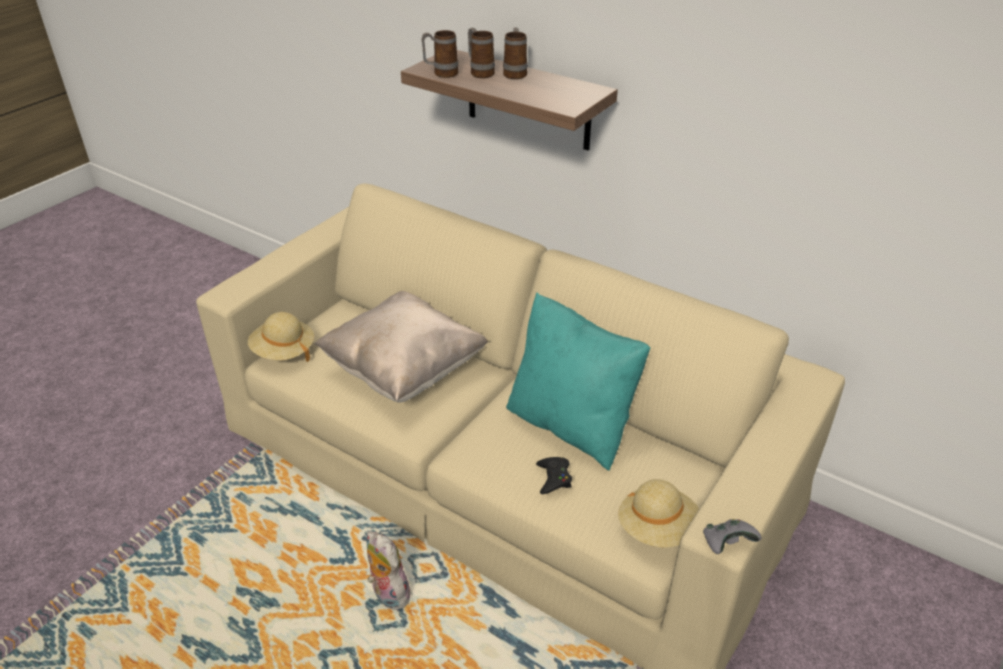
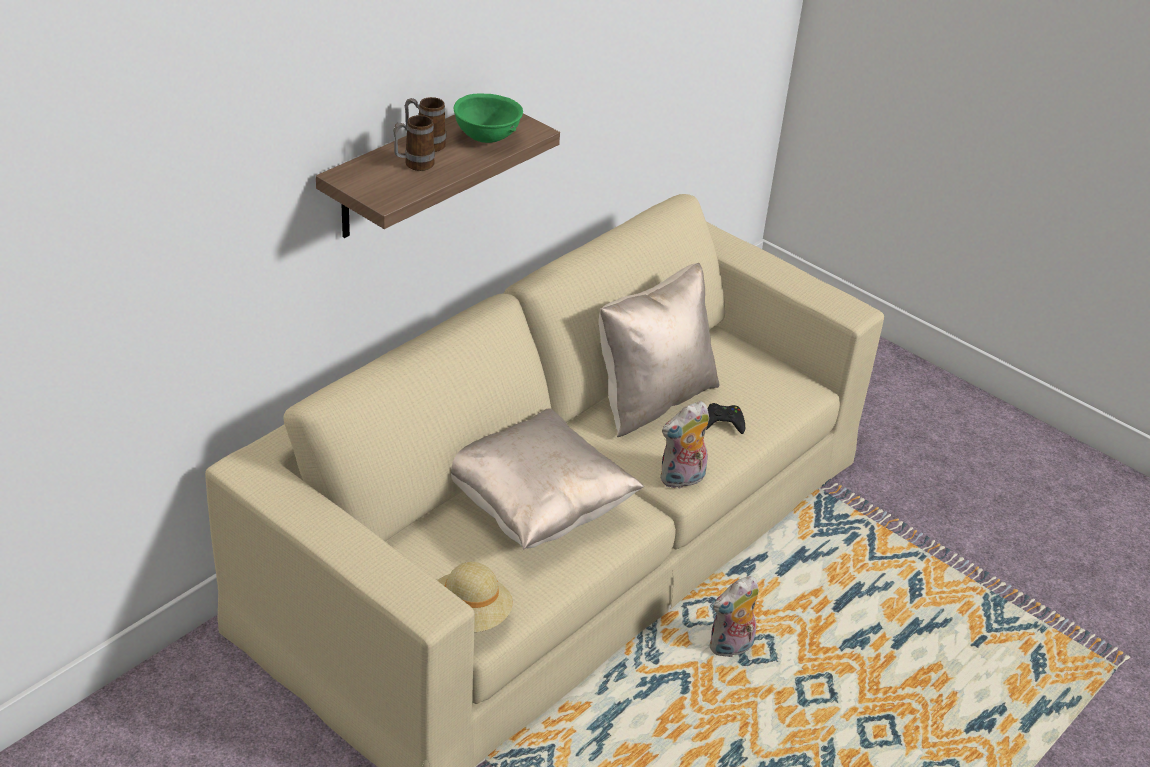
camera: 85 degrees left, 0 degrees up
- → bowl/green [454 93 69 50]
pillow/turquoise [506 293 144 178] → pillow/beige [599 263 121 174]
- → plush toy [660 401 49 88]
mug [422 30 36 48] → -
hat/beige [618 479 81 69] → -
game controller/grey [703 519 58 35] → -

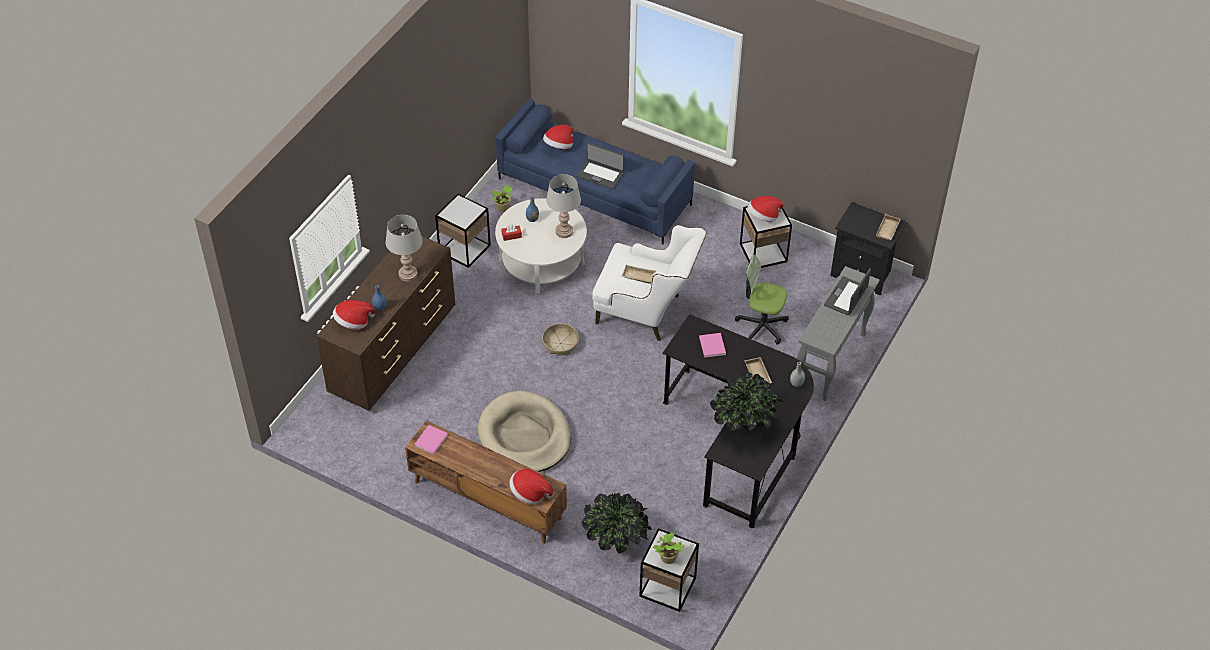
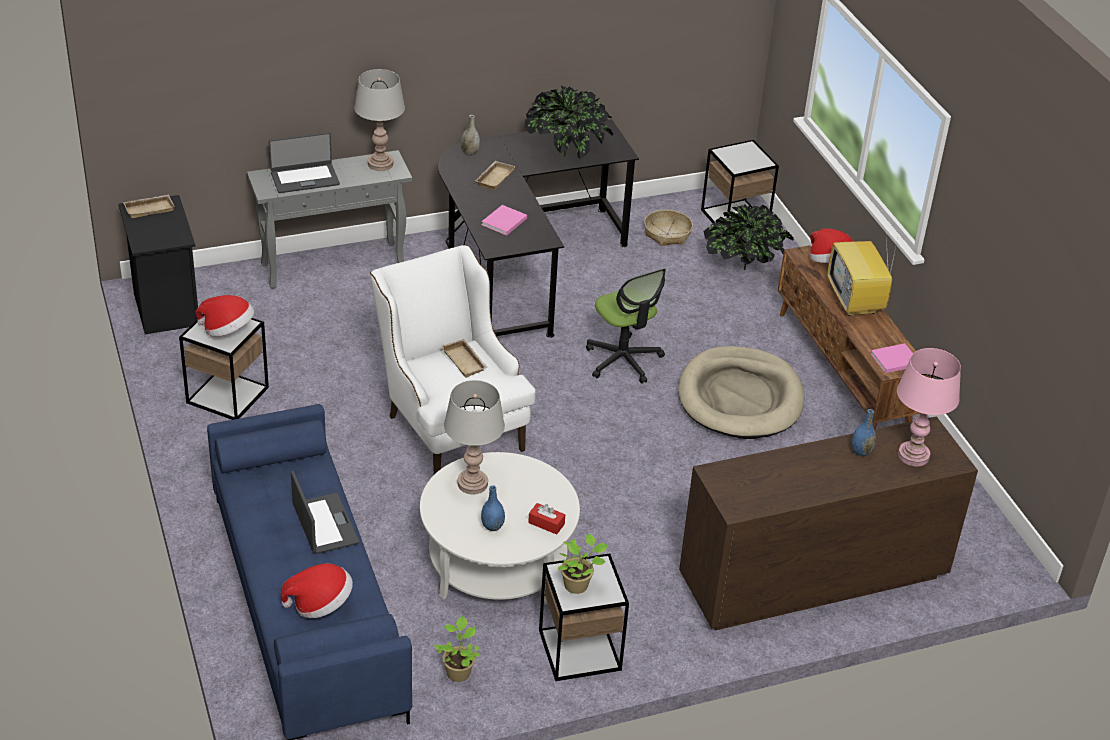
camera: 140 degrees left, 10 degrees down
table lamp/grey [386 215 37 67] → table lamp/grey [354 69 51 102], relocated
potted plant [653 532 32 32] → potted plant [558 534 50 60], relocated
office chair [735 255 54 90] → office chair [586 268 80 116], relocated
basket [542 323 37 33] → basket [644 209 49 37], relocated
- → television [827 238 71 78]
hat [333 300 42 29] → table lamp/pink [897 348 64 118]

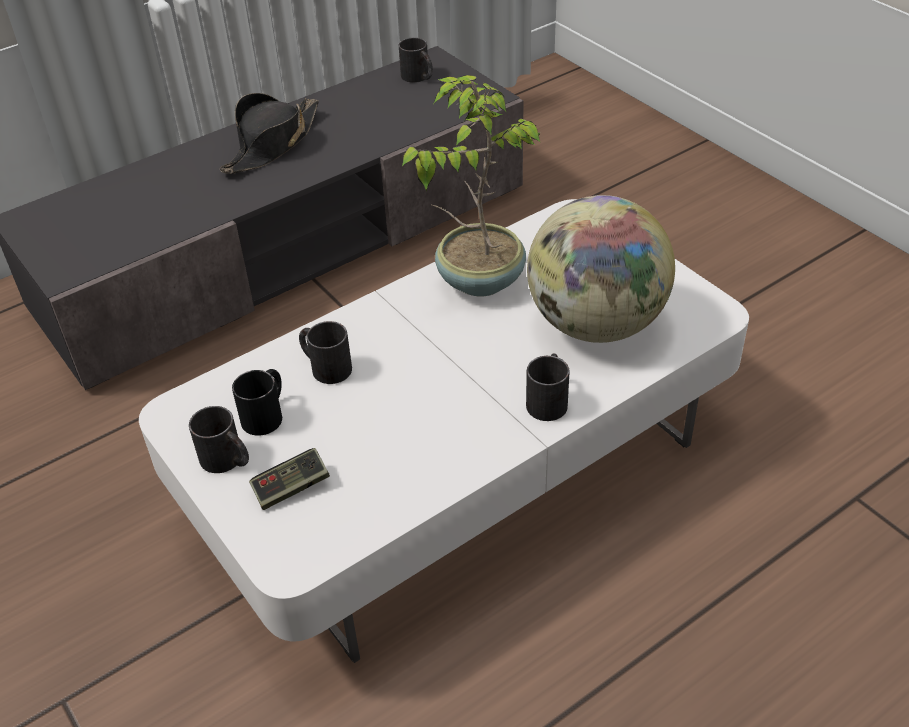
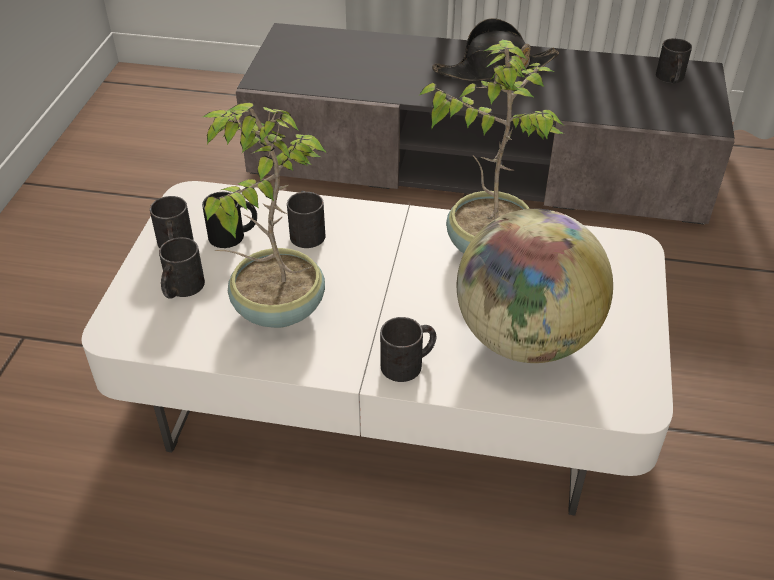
camera: 45 degrees right, 0 degrees up
game controller [249 448 81 62] → mug/black [159 237 46 62]
- → potted plant [203 102 124 226]

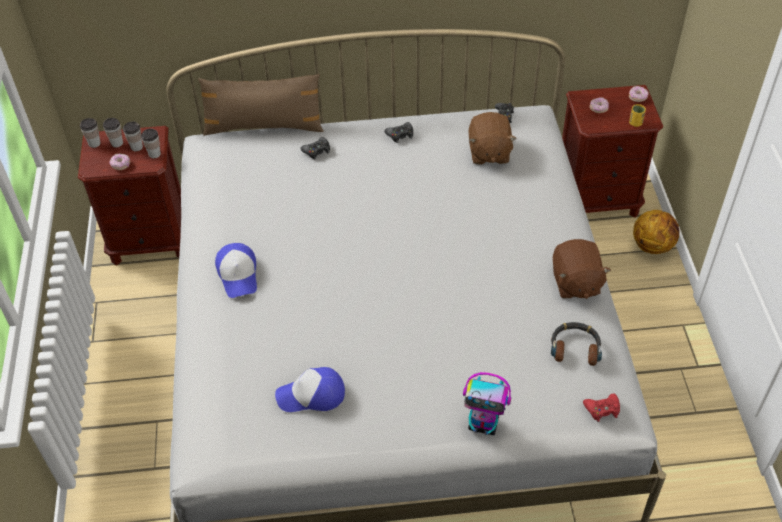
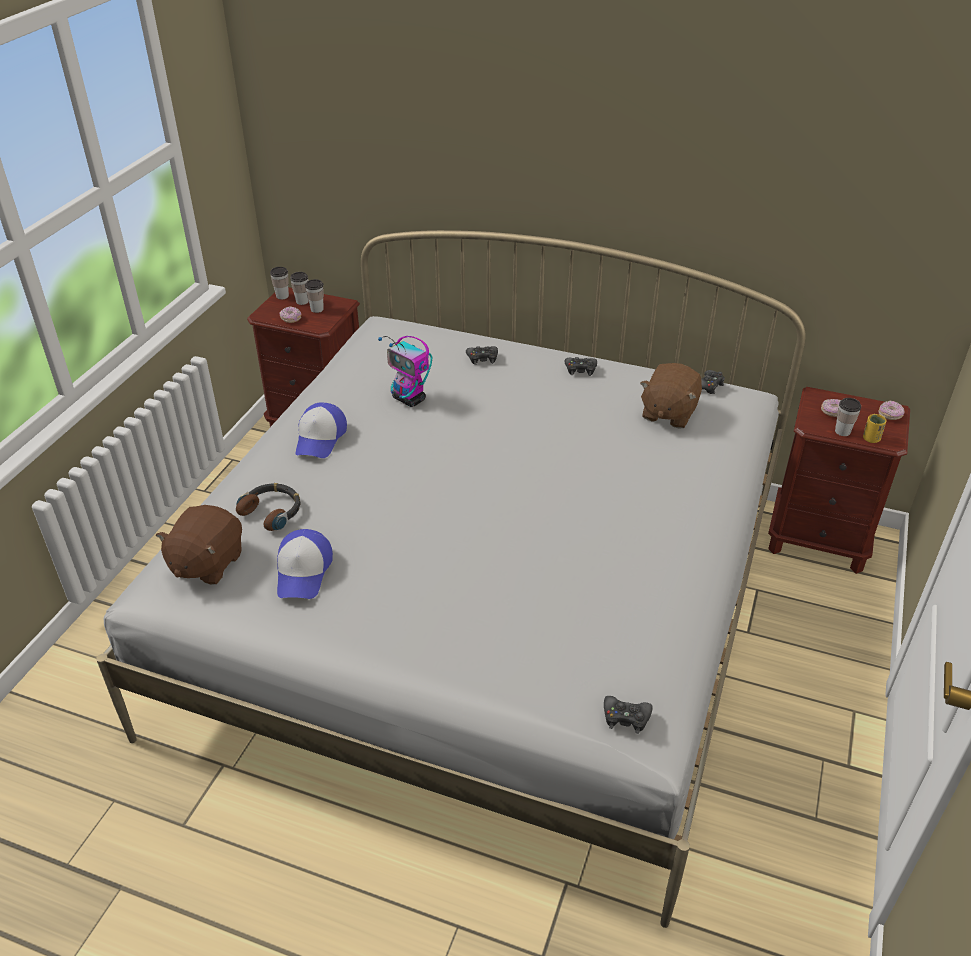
camera: 25 degrees right, 10 degrees down
plush toy/brown [553 239 58 60] → plush toy/brown [156 505 86 80], relocated
headphones [551 322 51 44] → headphones [236 483 65 48], relocated
cap [275 367 70 45] → cap [277 529 56 70], 105 degrees counterclockwise
toy robot [463 372 48 63] → toy robot [378 336 54 71], relocated
game controller/red [583 394 37 28] → game controller/black [604 696 48 38]
cup [141 128 20 30] → cup [835 398 26 38], relocated
pillow/brown [198 74 126 62] → -
basketball [633 210 46 44] → -

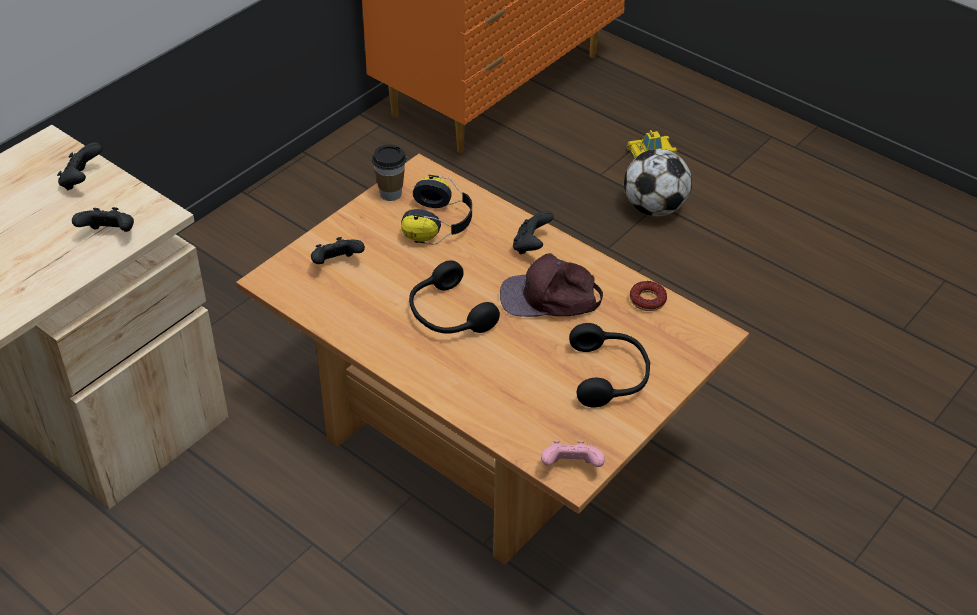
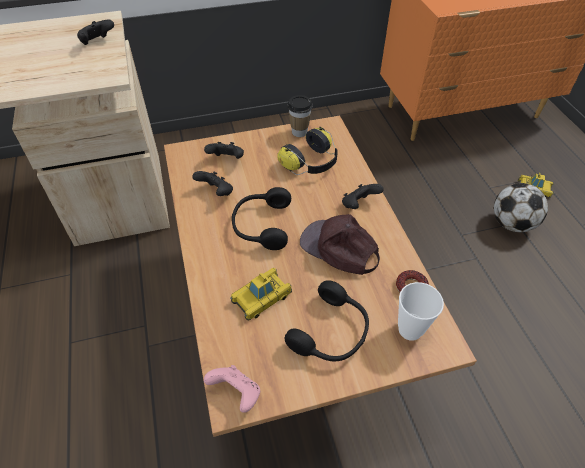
camera: 35 degrees right, 5 degrees up
game controller/black [72 207 62 25] → game controller/black [192 171 41 25], relocated
- → toy car [230 268 62 53]
- → cup [398 282 46 59]

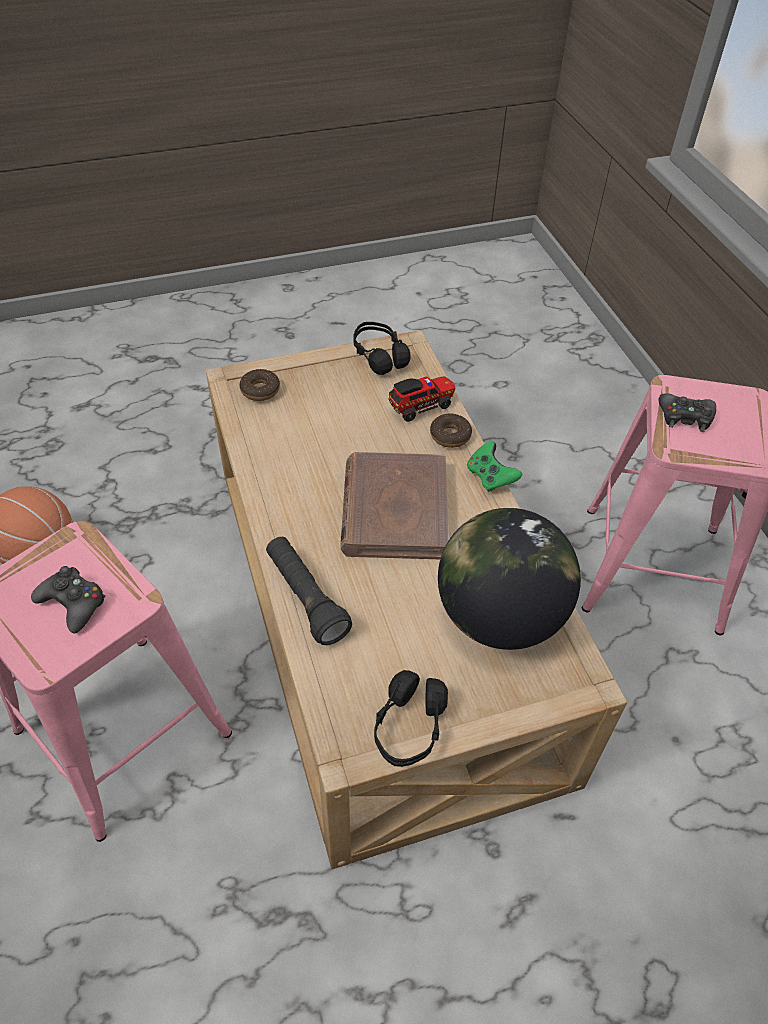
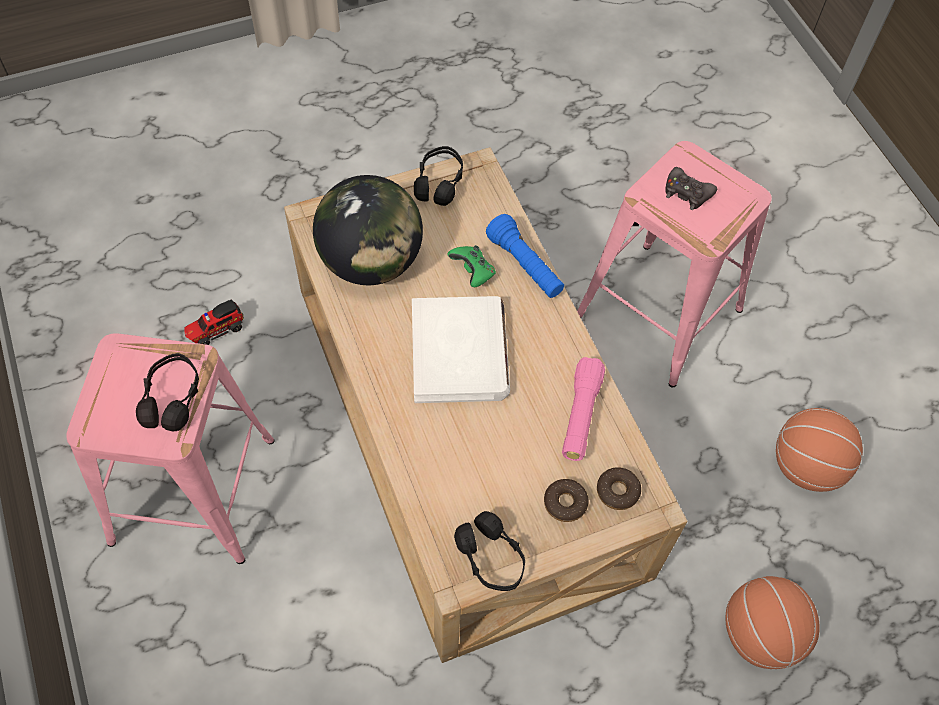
camera: 175 degrees right, 10 degrees up
game controller/black [659 393 57 39] → headphones/black [136 353 63 79]
toy truck [389 376 66 46] → toy truck [184 300 60 45], relocated
book/brown [340 452 109 107] → book/white [412 296 98 107]
game controller/green [467 441 55 51] → game controller/green [448 245 48 42], relocated
flashlight/black [266 537 86 108] → flashlight/blue [486 214 78 84]
donut [430 414 42 34] → donut [544 479 45 43], relocated
- → flashlight/pink [562 357 43 104]
- → basketball [725 576 95 93]

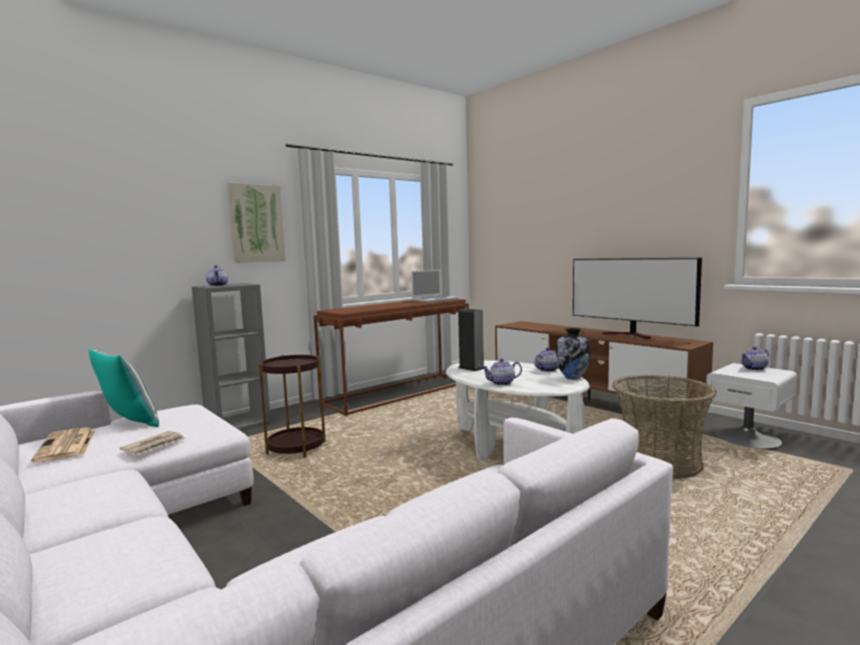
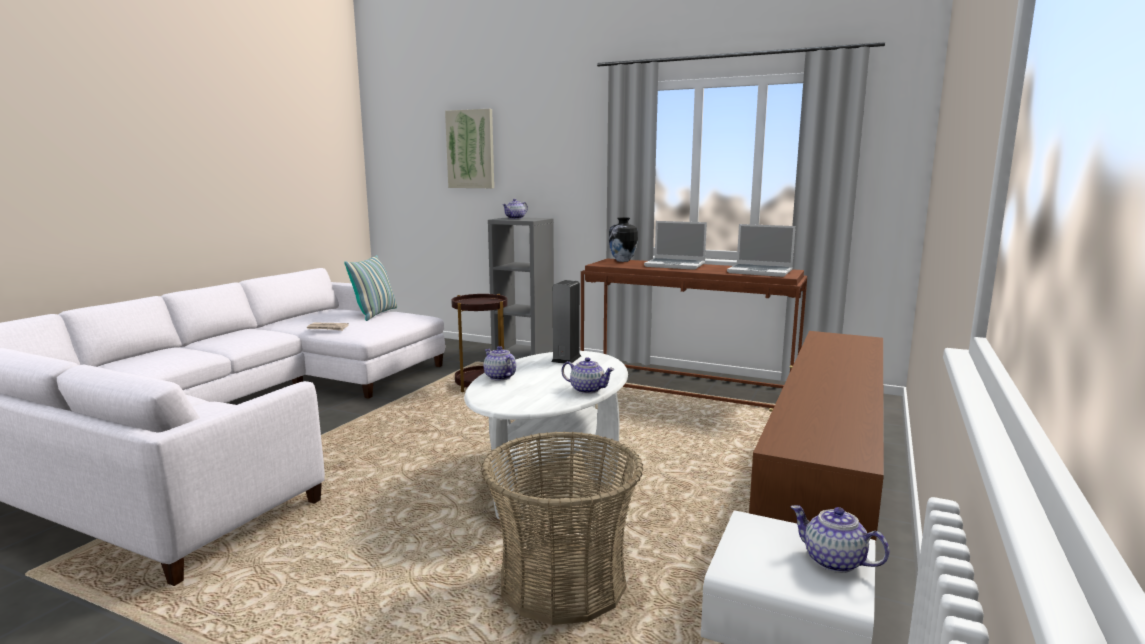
camera: 65 degrees right, 5 degrees up
picture [227 183 59 80] → picture [445 109 49 79], relocated
vase [556 328 34 51] → vase [609 217 29 45], relocated
- → laptop [644 221 63 49]
newspaper [31 427 64 35] → -
television [573 258 129 81] → -

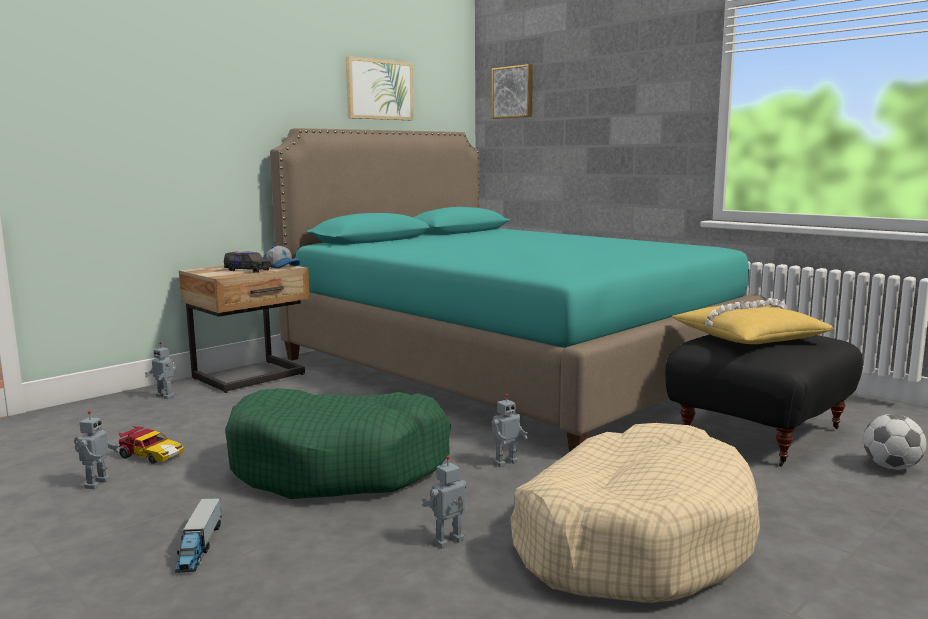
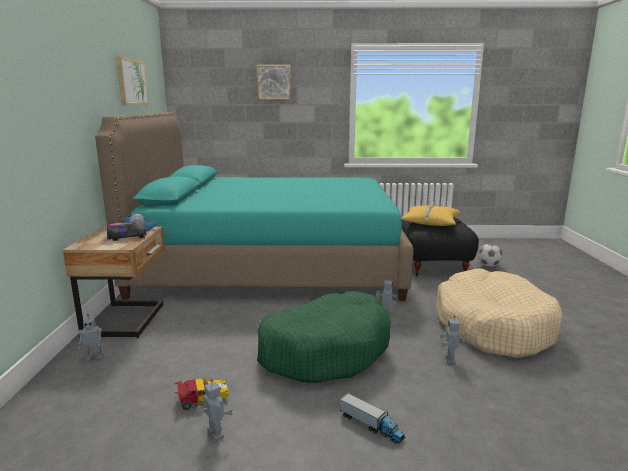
camera: 45 degrees left, 5 degrees up
picture [492 64 41 55] → picture [257 65 34 35], relocated

